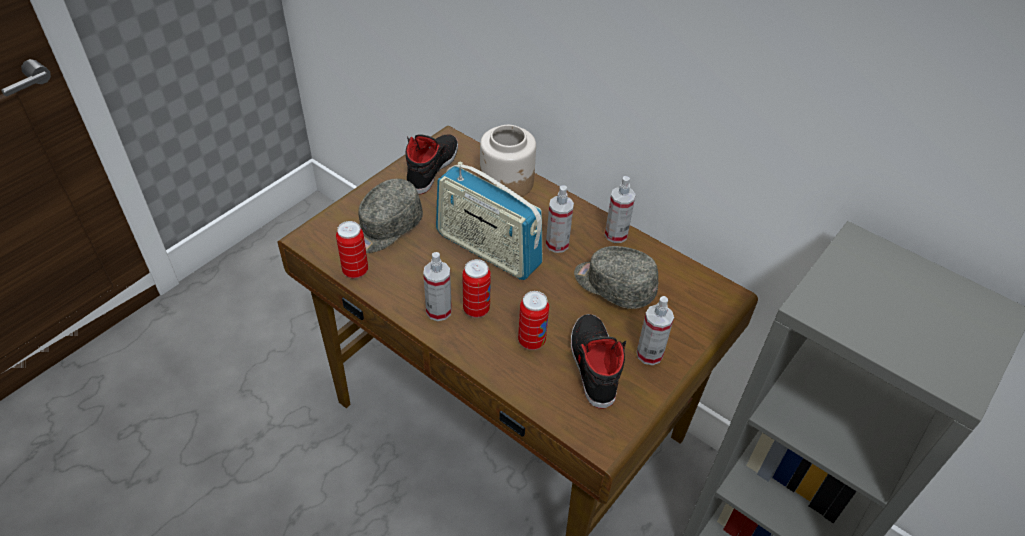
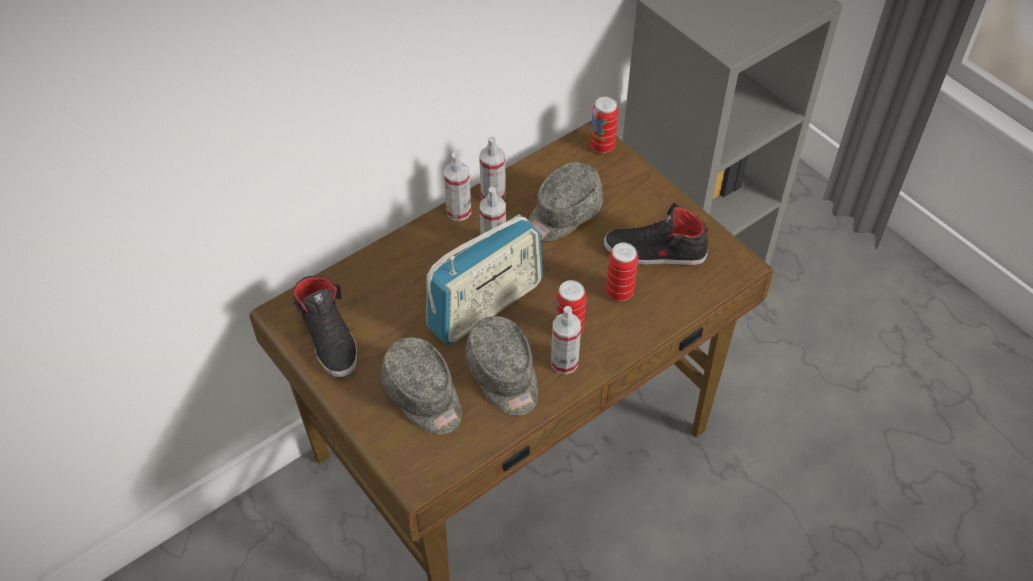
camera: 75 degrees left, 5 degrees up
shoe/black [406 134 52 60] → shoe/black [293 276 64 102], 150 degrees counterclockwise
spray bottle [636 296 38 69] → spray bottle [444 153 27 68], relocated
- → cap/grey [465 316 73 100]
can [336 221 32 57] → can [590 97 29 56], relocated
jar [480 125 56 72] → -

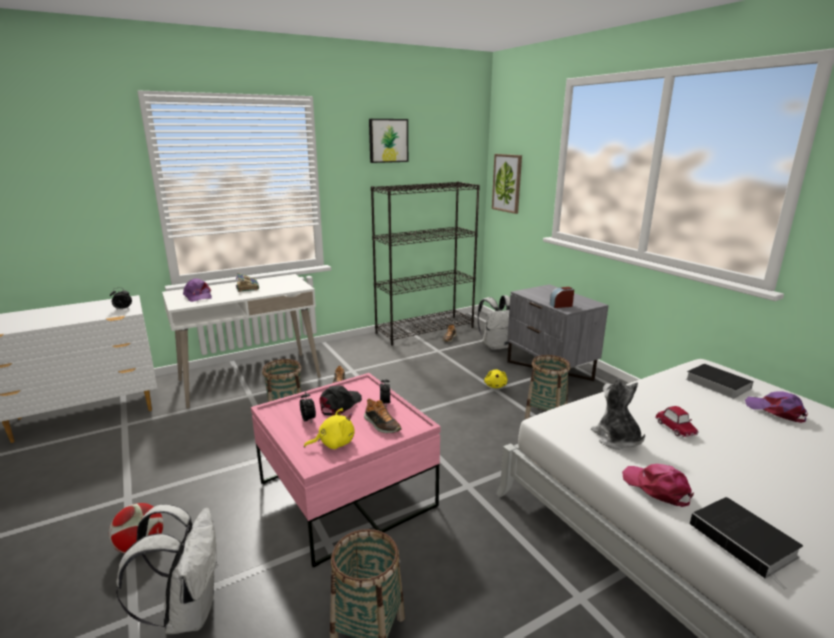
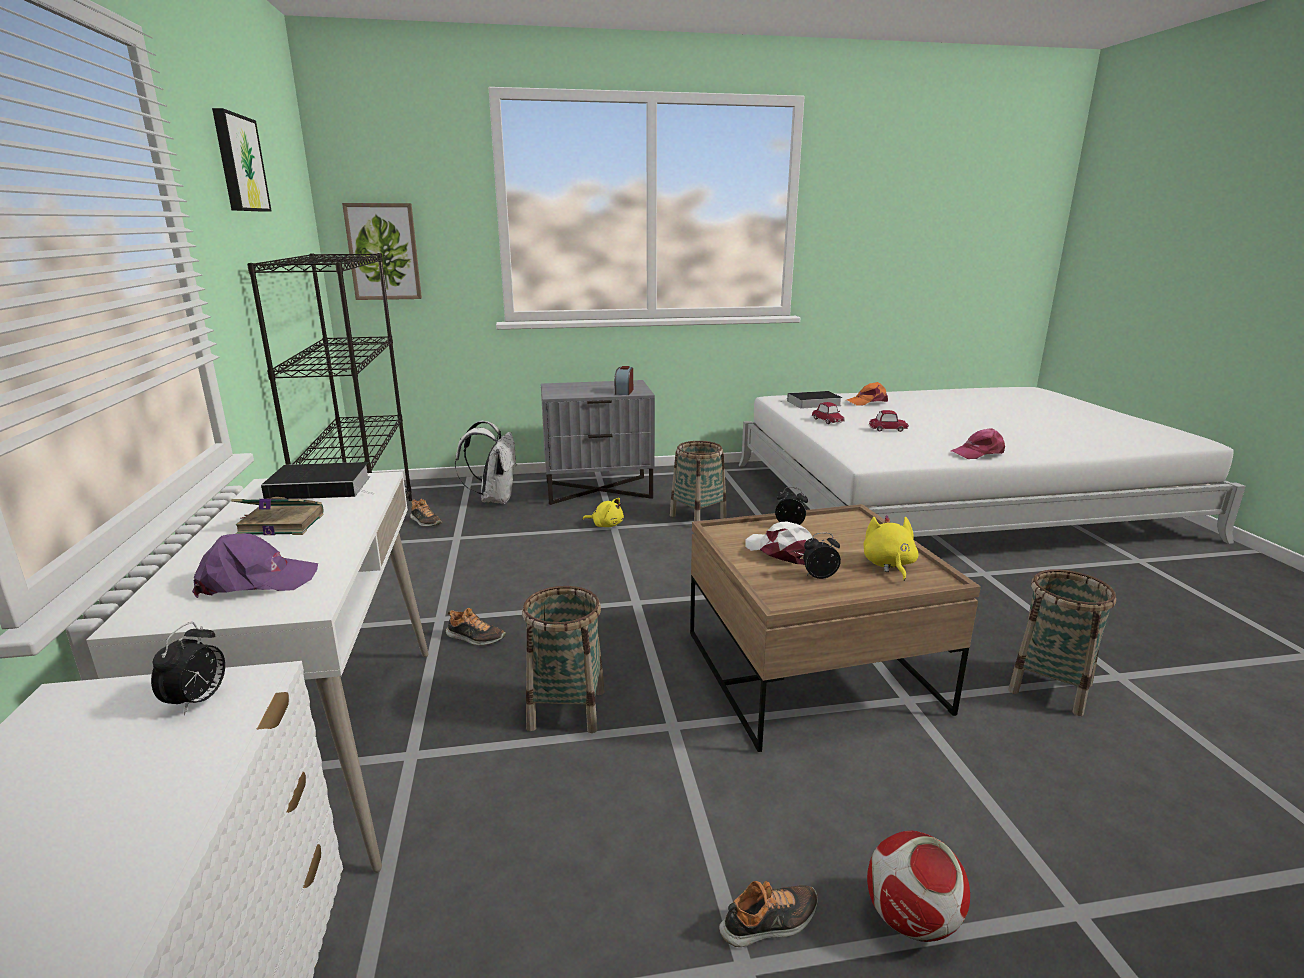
camera: 70 degrees left, 0 degrees up
book [690 497 113 92] → book [261 462 110 37], relocated
coffee table/pink [251 373 189 194] → coffee table/brown [690 504 291 248]
shoe [364 398 38 35] → shoe [719 881 99 66], relocated
cap/black [319 386 43 30] → cap/white [746 522 67 43]
- → toy car [812 402 33 22]
cap/purple [745 391 63 32] → cap/orange [847 382 41 24]
backpack/white [116 504 103 130] → -
plush toy [591 378 54 72] → -

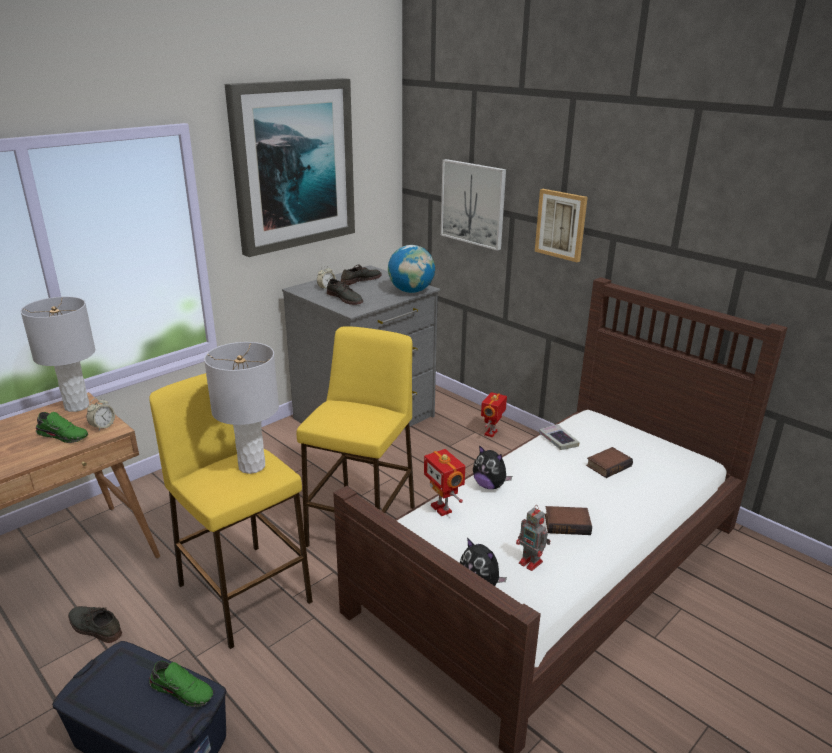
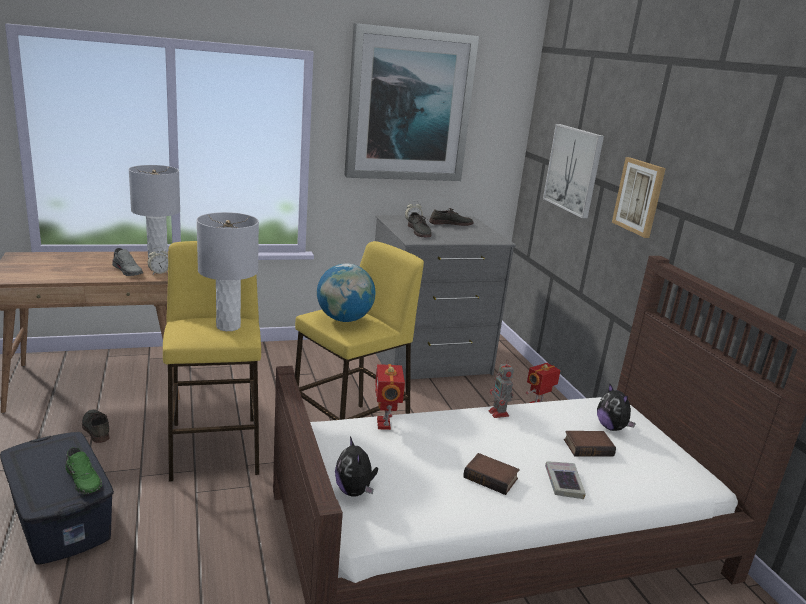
camera: 25 degrees right, 5 degrees down
shoe/green [36 412 52 31] → shoe/grey [112 248 31 28]
globe [388 245 47 48] → globe [317 263 59 59], relocated
toy robot [516 505 34 66] → toy robot [489 359 25 59], relocated
book [539 424 41 26] → book [545 461 41 38], relocated
plush toy [473 445 39 44] → plush toy [597 383 39 48], relocated

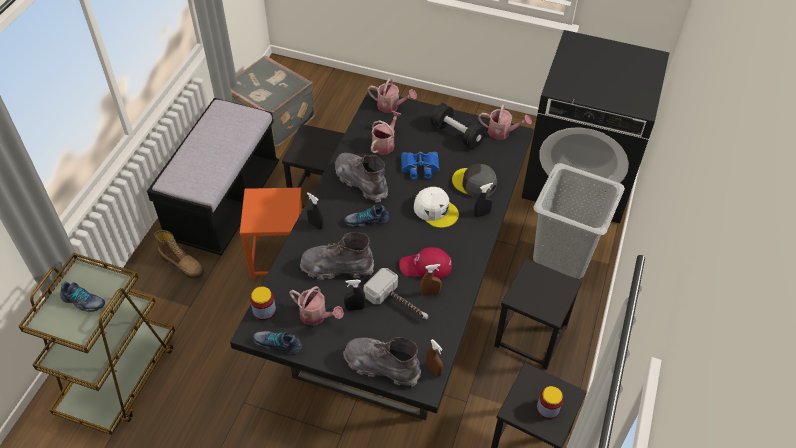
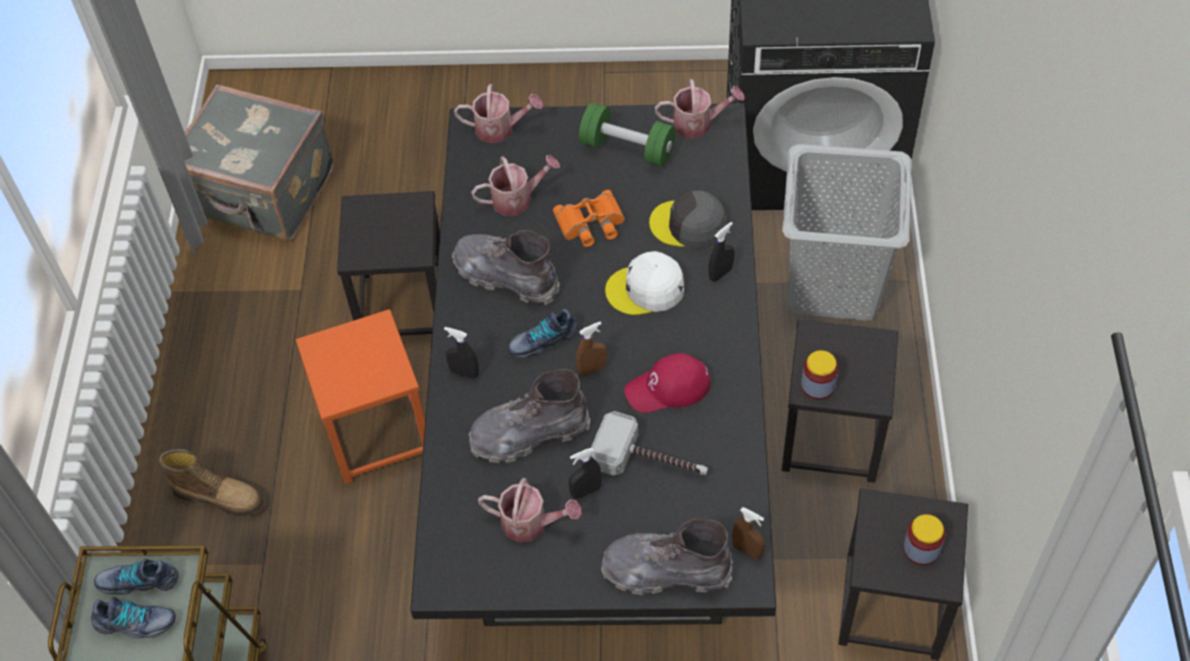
camera: 15 degrees left, 5 degrees up
shoe [253 331 49 24] → shoe [94 559 85 36], relocated
watering can [371 111 31 44] → watering can [471 155 89 61], 60 degrees clockwise
binoculars/blue [401 152 38 27] → binoculars/orange [553 190 72 57]
spray bottle/brown [420 264 22 32] → spray bottle/brown [576 321 31 56], relocated
dumbbell/black [430 103 56 46] → dumbbell/green [579 103 96 64]
cap/white [414 187 45 41] → cap/white [605 251 79 64], 150 degrees clockwise
jar [250 287 26 33] → jar [801 350 37 50], relocated
bench/black [147 98 132 158] → -

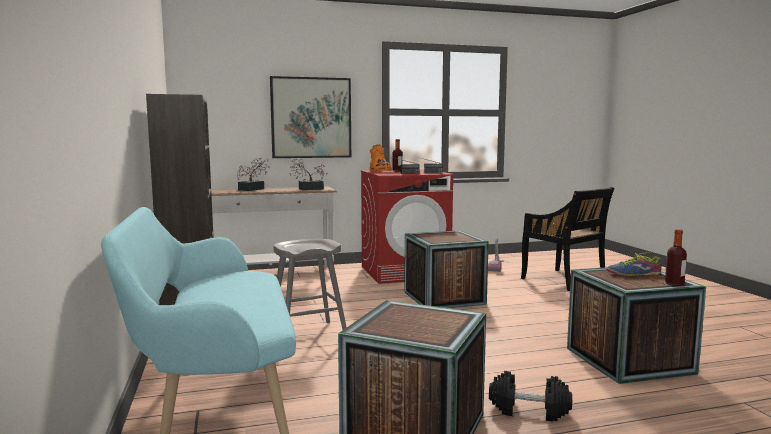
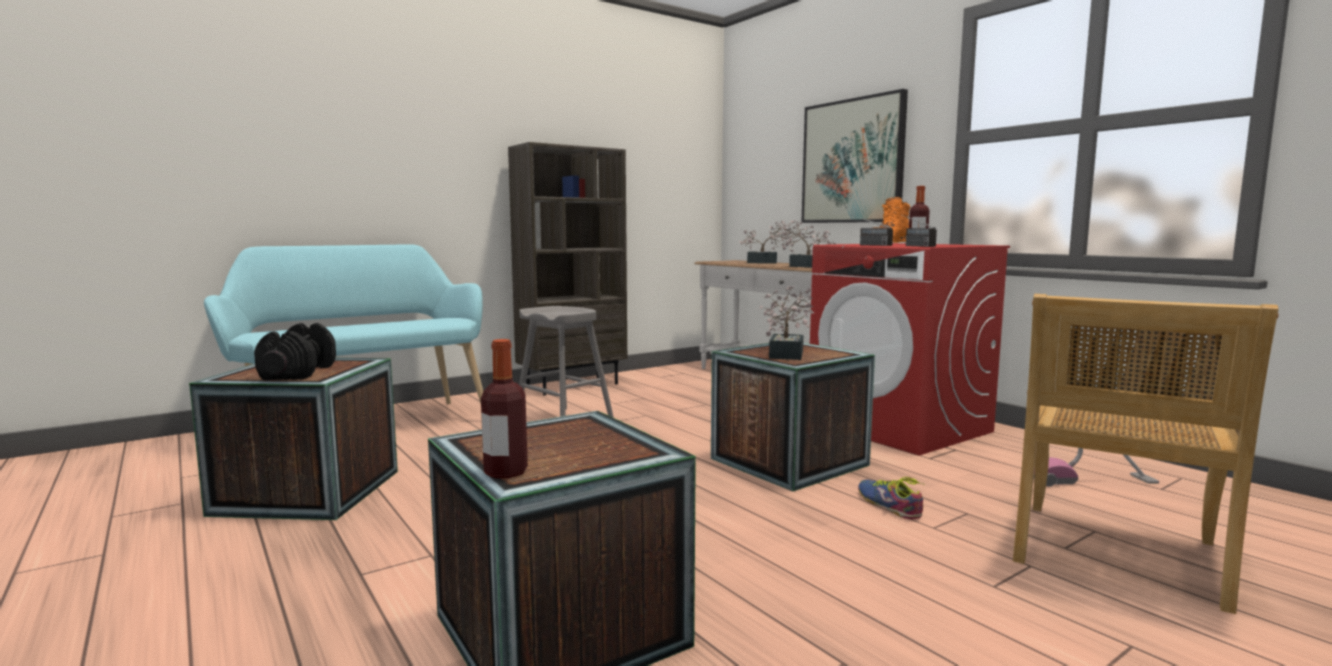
camera: 70 degrees right, 0 degrees up
dumbbell/black [489 371 83 50] → dumbbell/black [254 323 82 57], relocated
- → potted plant [759 285 55 75]
shoe [607 252 55 24] → shoe [858 477 67 42], relocated
chair/black [521 187 94 104] → chair/beige [1013 294 266 320]

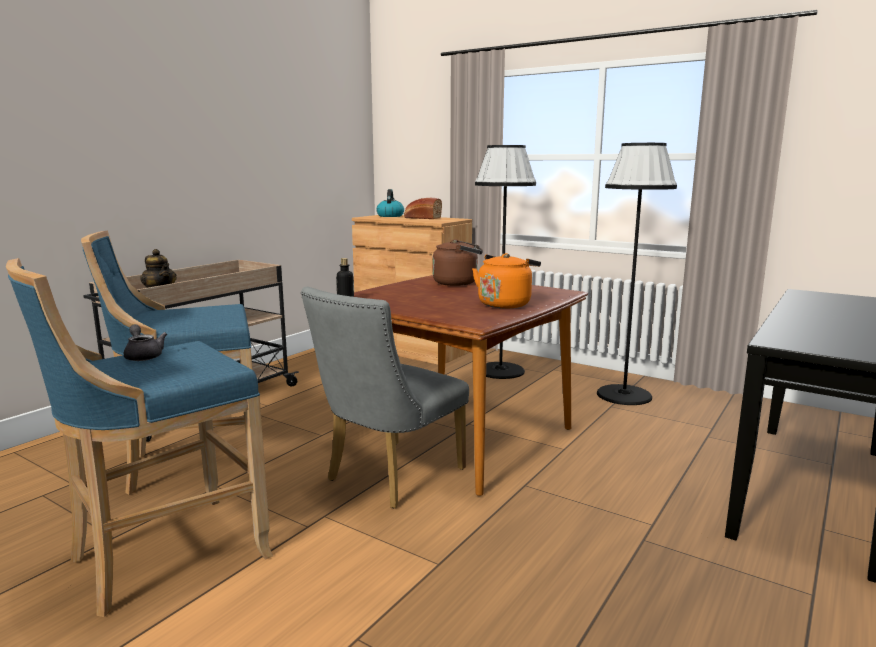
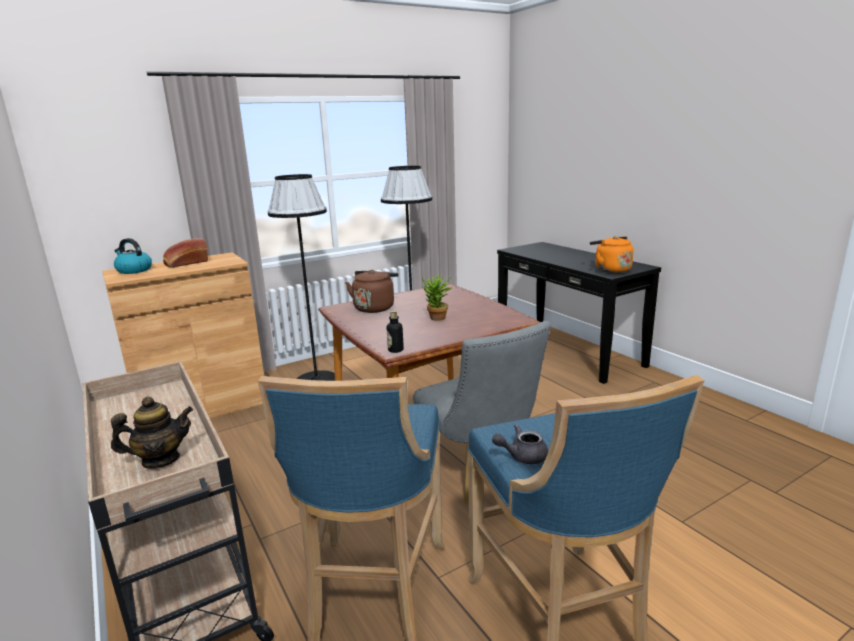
camera: 65 degrees left, 5 degrees up
- → potted plant [422 273 31 48]
kettle/orange [472 253 69 55] → kettle/orange [590 236 44 37], relocated

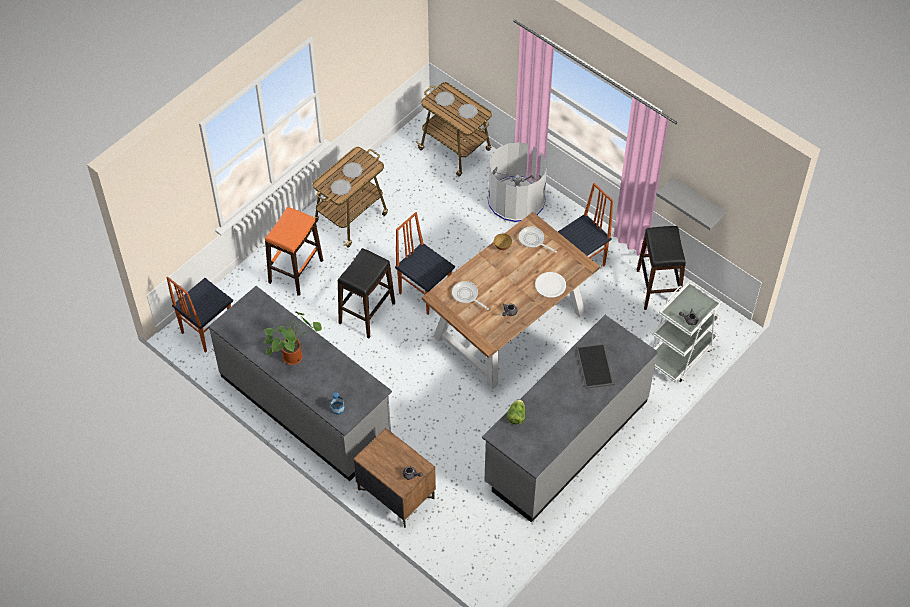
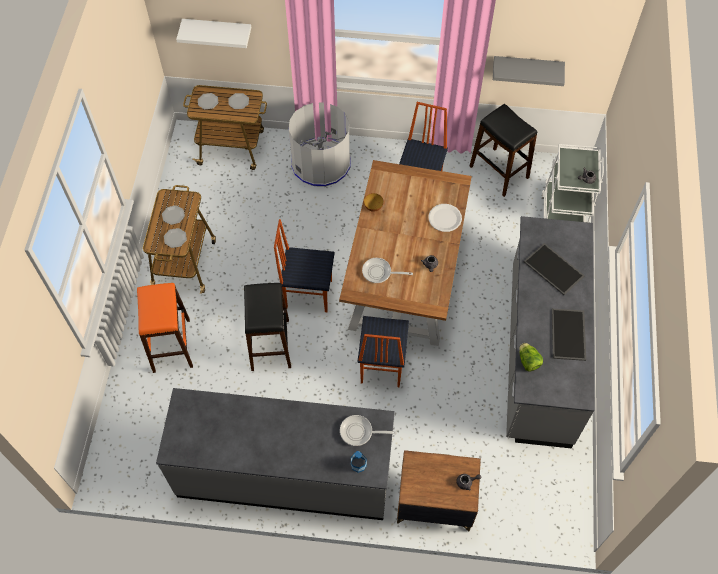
camera: 35 degrees left, 5 degrees up
- → shelf/white [176 19 75 29]
frying pan [519 227 38 26] → frying pan [340 415 57 31], relocated
chair [166 277 67 76] → chair [358 316 51 71], relocated
- → tray [552 309 34 52]
potted plant [264 311 58 54] → -

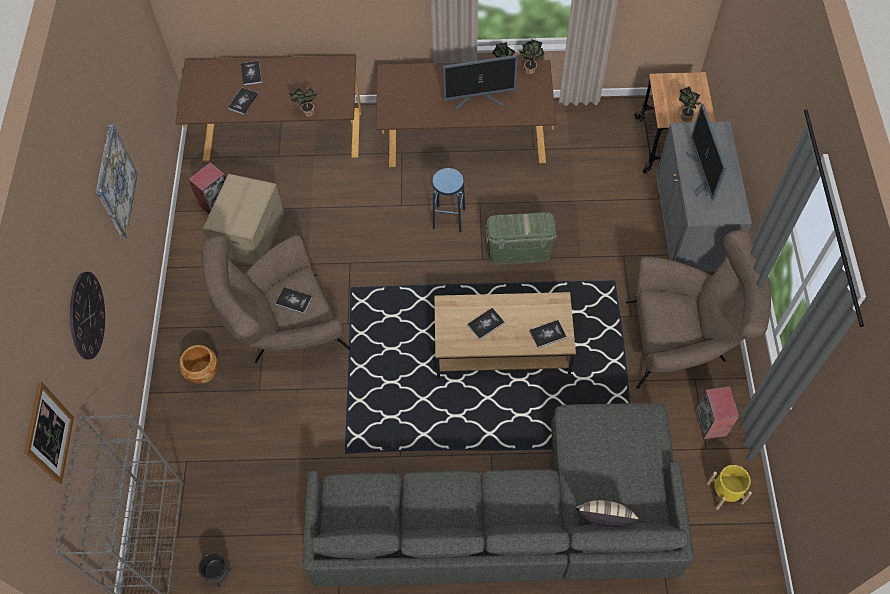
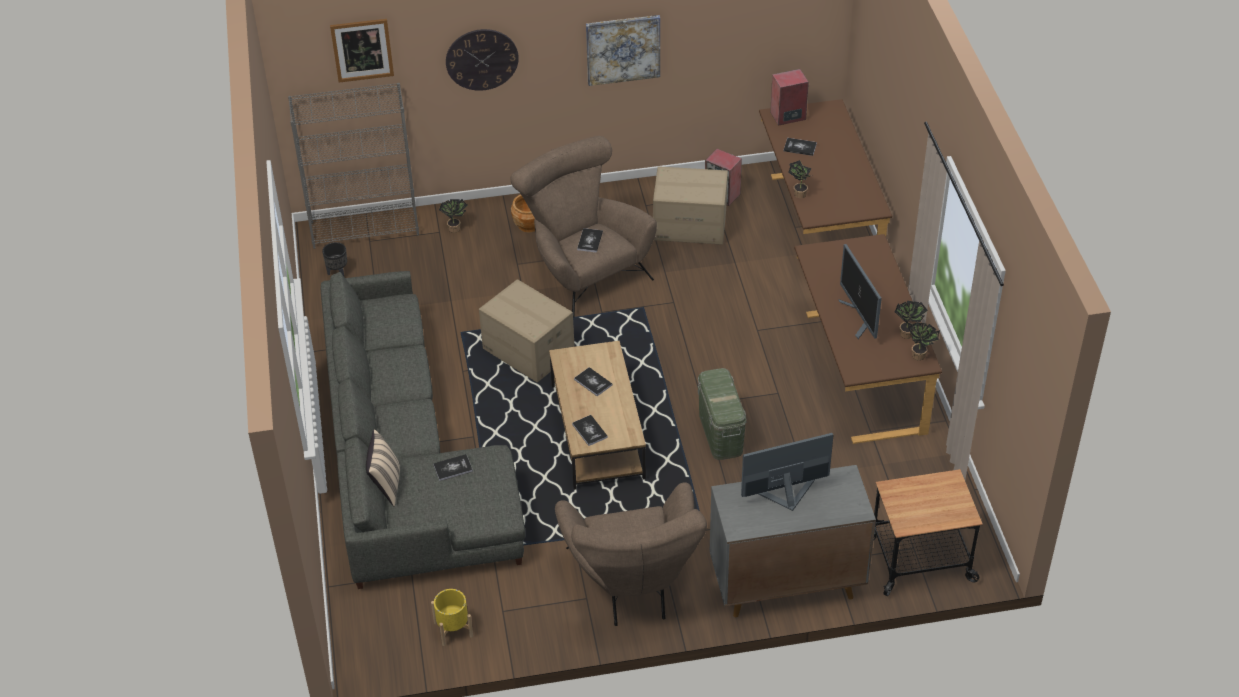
camera: 80 degrees right, 15 degrees down
book [241 61 21 25] → book [433 454 40 27], relocated
potted plant [679 86 22 36] → potted plant [439 199 29 34], relocated
- → cardboard box [479 279 96 103]
speaker [695 386 44 54] → speaker [770 69 39 57], relocated
stool/blue [432 168 33 64] → -

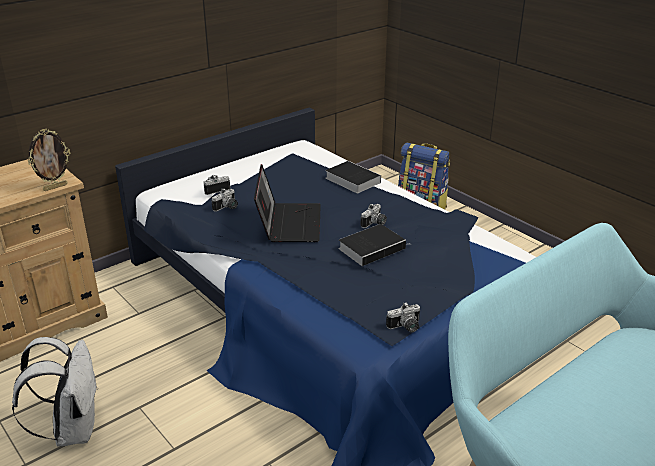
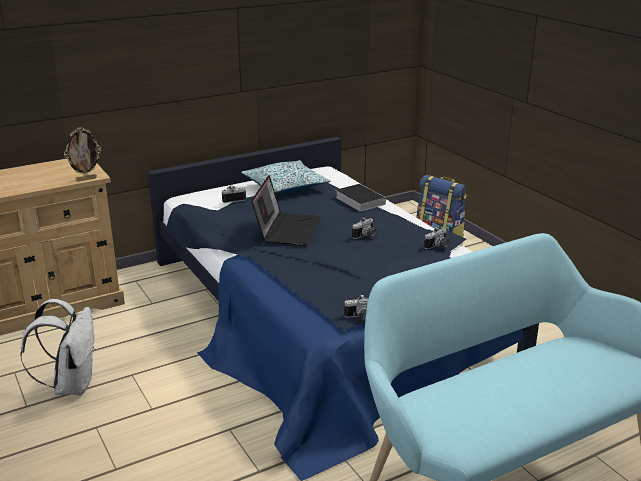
camera: 10 degrees right, 5 degrees down
- → pillow [241 160 90 33]
photo camera [212 188 26 24] → photo camera [424 227 26 22], relocated
book [339 224 72 42] → -

